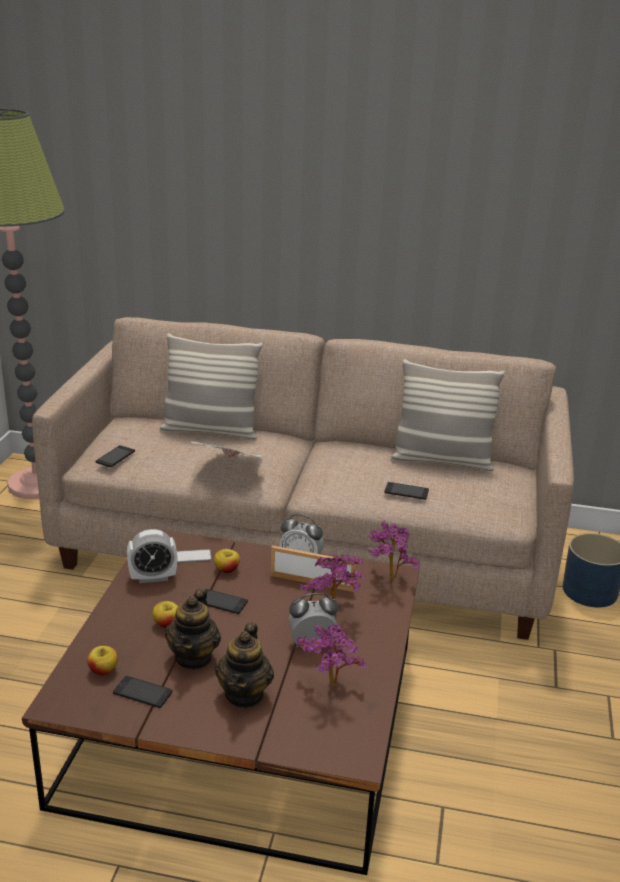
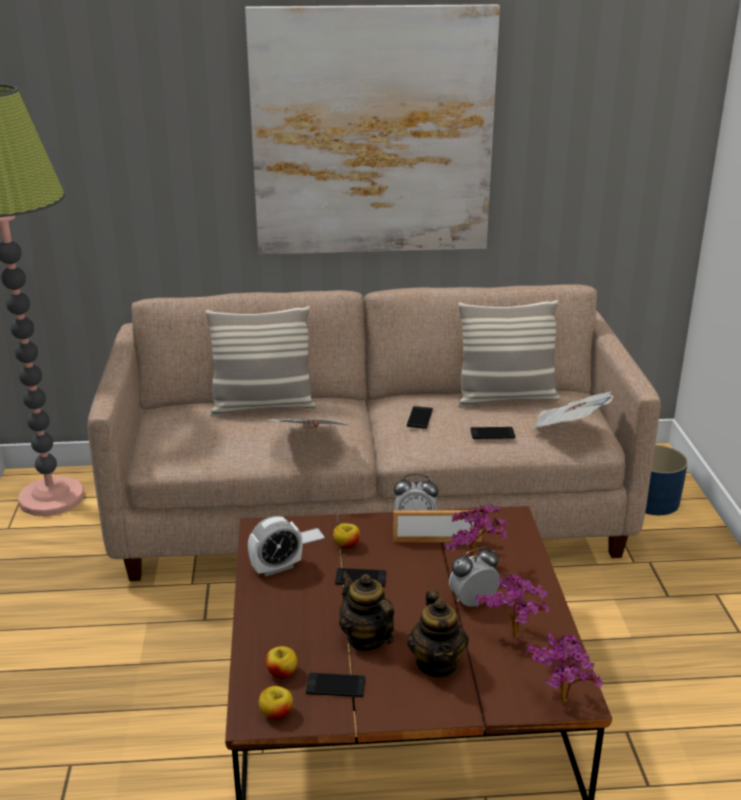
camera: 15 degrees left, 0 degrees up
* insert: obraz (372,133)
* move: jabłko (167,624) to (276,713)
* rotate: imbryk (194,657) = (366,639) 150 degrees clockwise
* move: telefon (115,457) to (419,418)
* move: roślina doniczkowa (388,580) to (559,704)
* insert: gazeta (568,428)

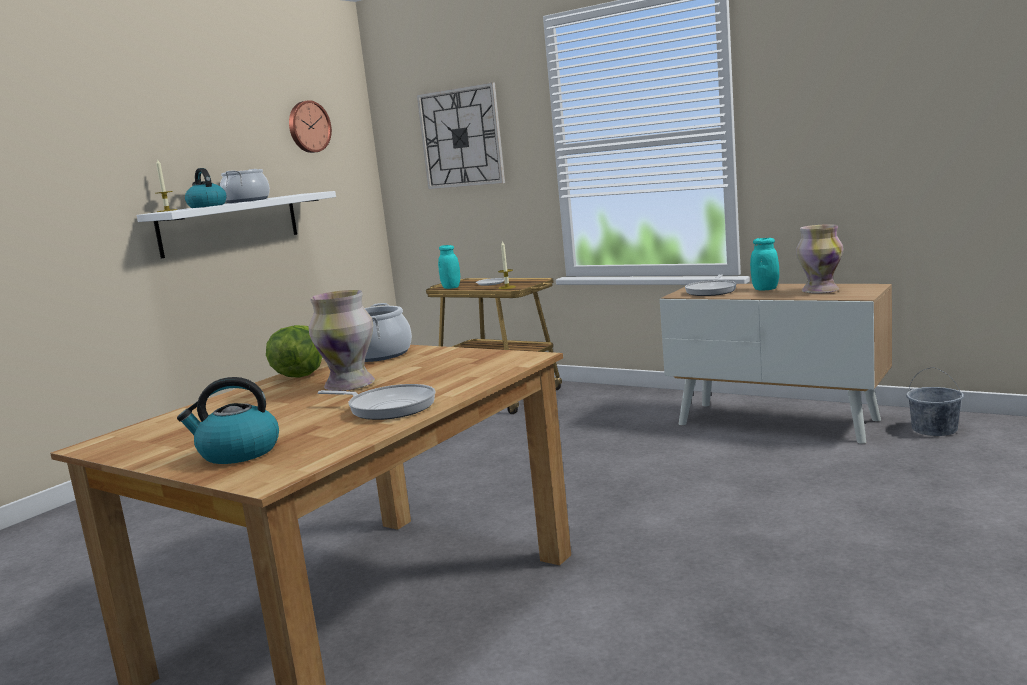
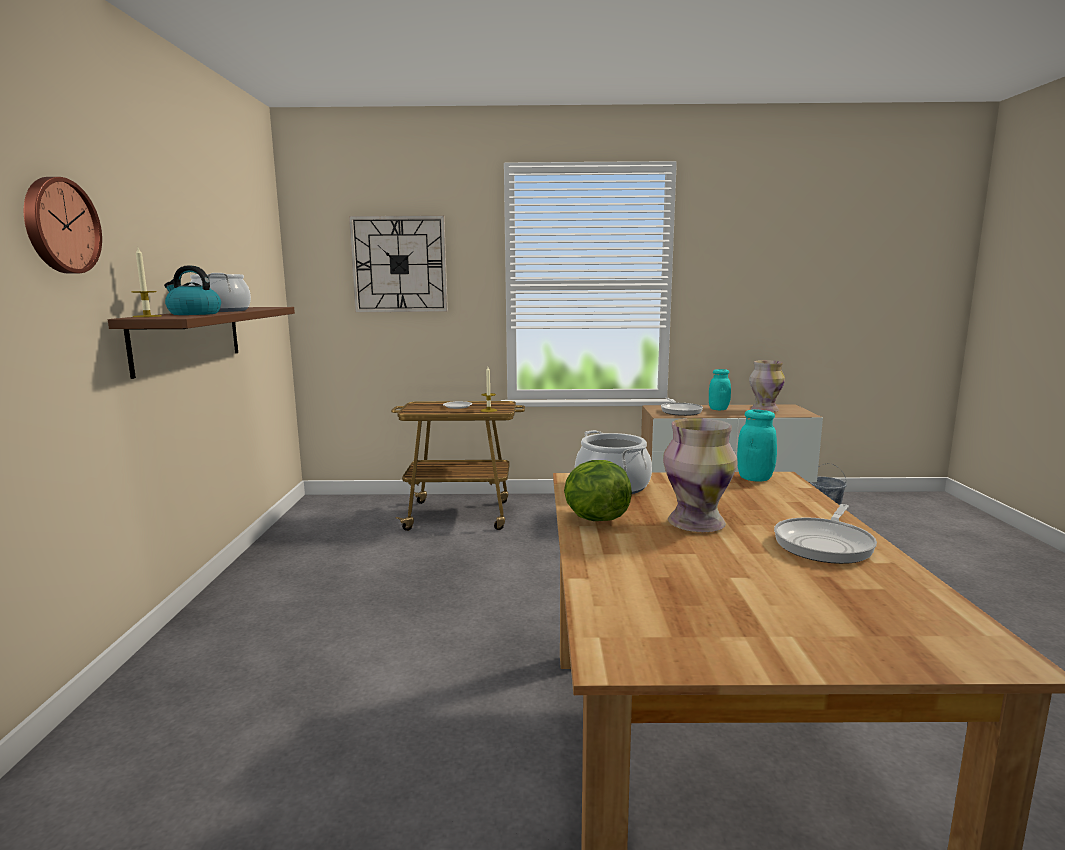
camera: 35 degrees left, 0 degrees up
* move: zegar ścienny (308,127) to (59,226)
* recolor: półka/biały (230,224) to półka/brązowy (188,338)
* move: słoik/turkusowy (451,287) to (755,478)
* rotate: patelnia (388,407) = (825,544) 135 degrees clockwise
* delete: czajnik (238,453)

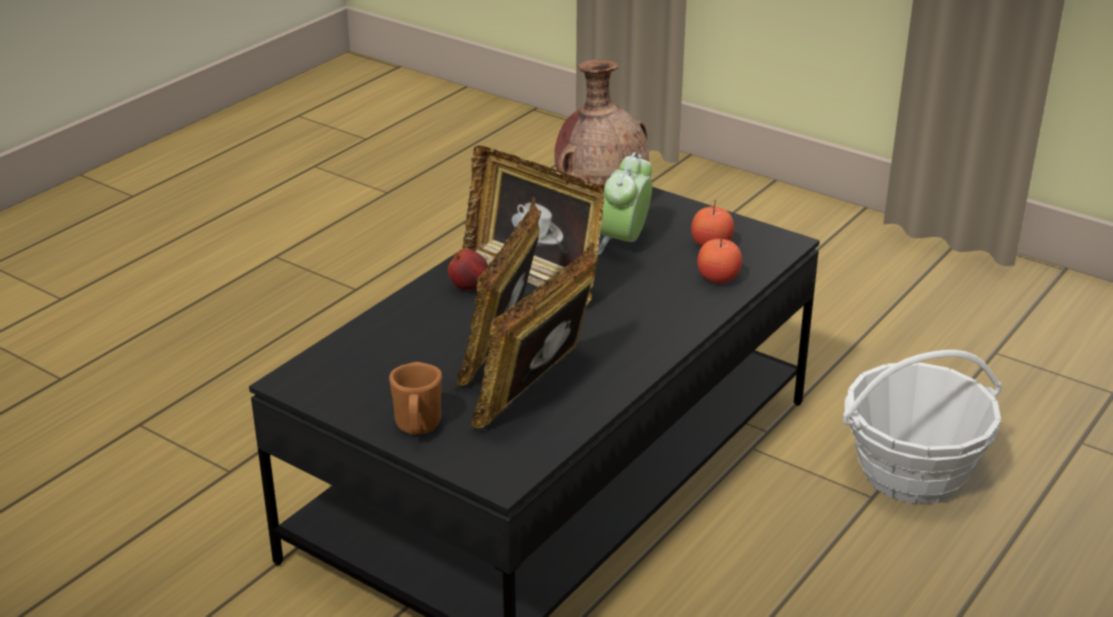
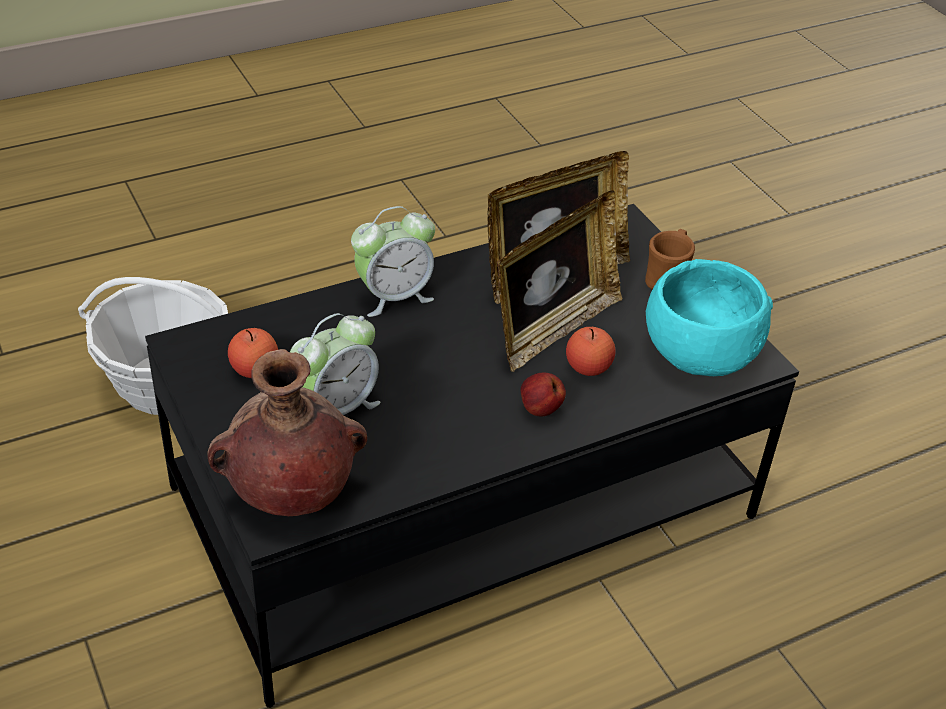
camera: 155 degrees left, 10 degrees up
* insert: budzik (394,296)
* move: jabłko (718,278) to (588,367)
* insert: miska/turkusowy (698,353)
* delete: ramka na zdjęcie (534,276)

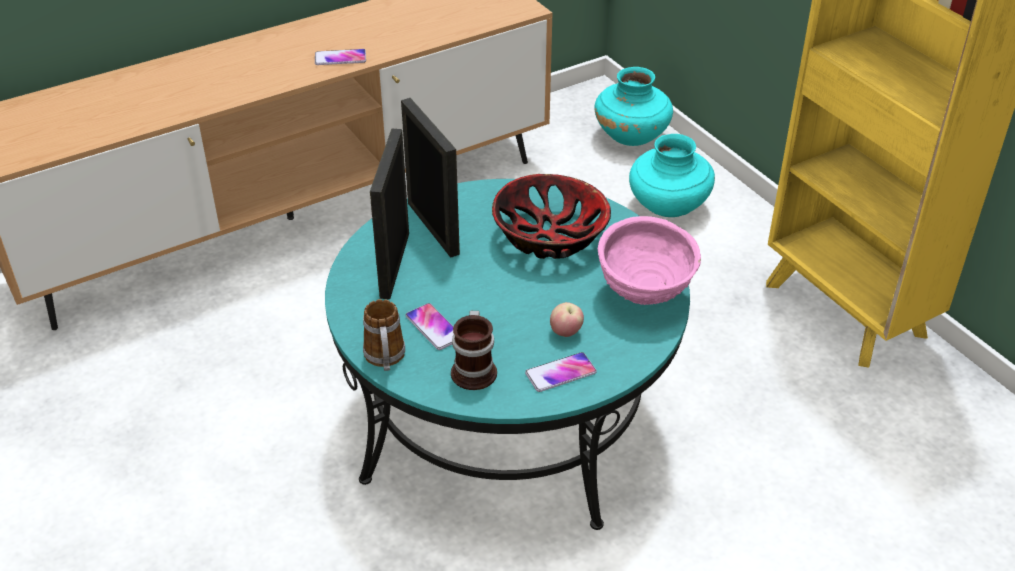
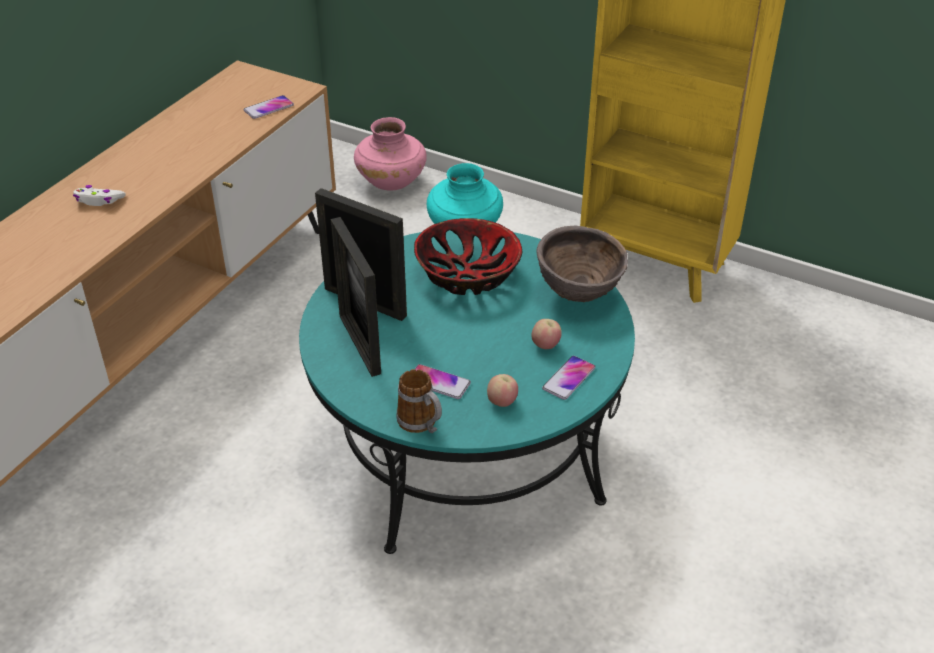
camera: 30 degrees left, 0 degrees up
* insert: pad do gier/biały (99,200)
* move: telefon (340,58) to (268,108)
* recolor: wazon/turkusowy (631,137) to wazon/różowy (391,182)
* replace: kubek (476,369) to jabłko (502,402)
* recolor: miska/różowy (644,295) to miska/brązowy (578,294)

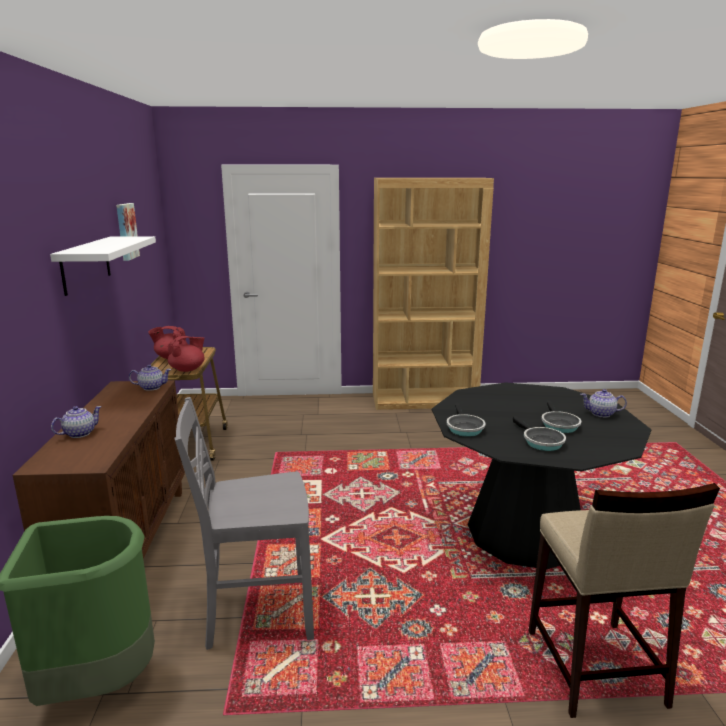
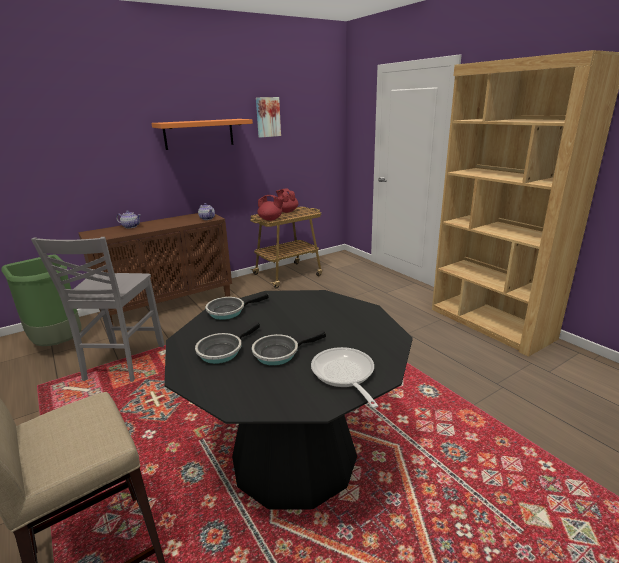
camera: 60 degrees right, 5 degrees up
* rotate: krzesło/szary (256,613) = (122,363) 135 degrees counterclockwise
* recolor: półka/biały (86,264) to półka/pomarańczowy (199,134)
* replace: imbryk (601,414) to patelnia (344,375)

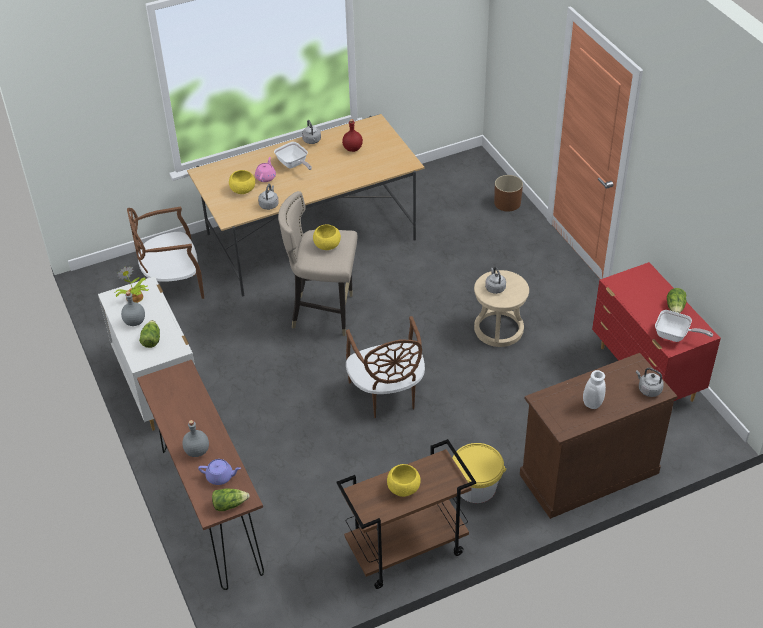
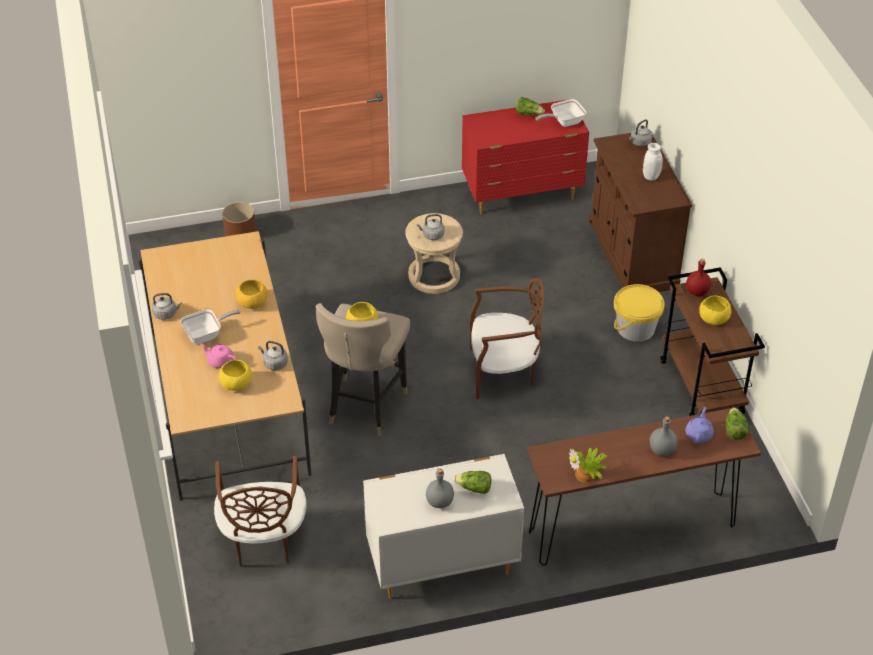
camera: 80 degrees left, 0 degrees up
* insert: miska/żółty (252,303)
* rotate: patelnia (675,336) = (563,122) 150 degrees counterclockwise
* move: roślina doniczkowa (134,298) to (587,474)
* move: butelka/czerwony (352,149) to (697,292)

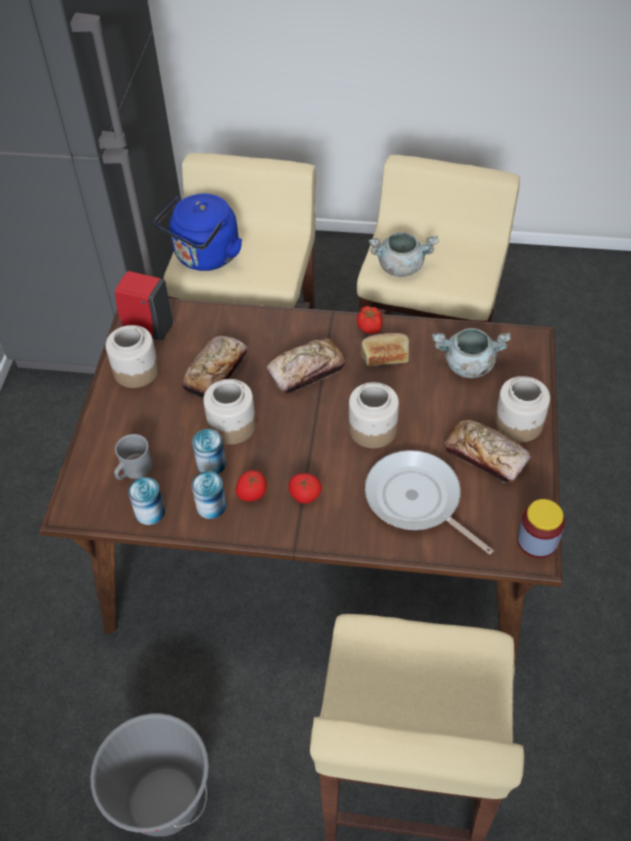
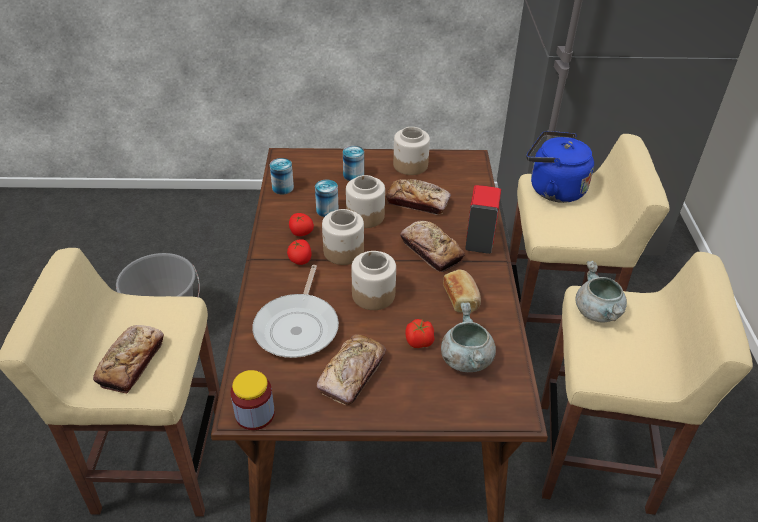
camera: 80 degrees right, 10 degrees down
* insert: chleb (131,362)
* rotate: patelnia (416,500) = (298,327) 150 degrees clockwise
* move: słoik (519,423) to (343,252)
* move: puszka (211,506) to (353,175)
* move: pomidor (370,328) to (419,342)
* move: dozownik mydła/czerwony (147,329) to (479,241)
* delete: kubek/szary (133,470)

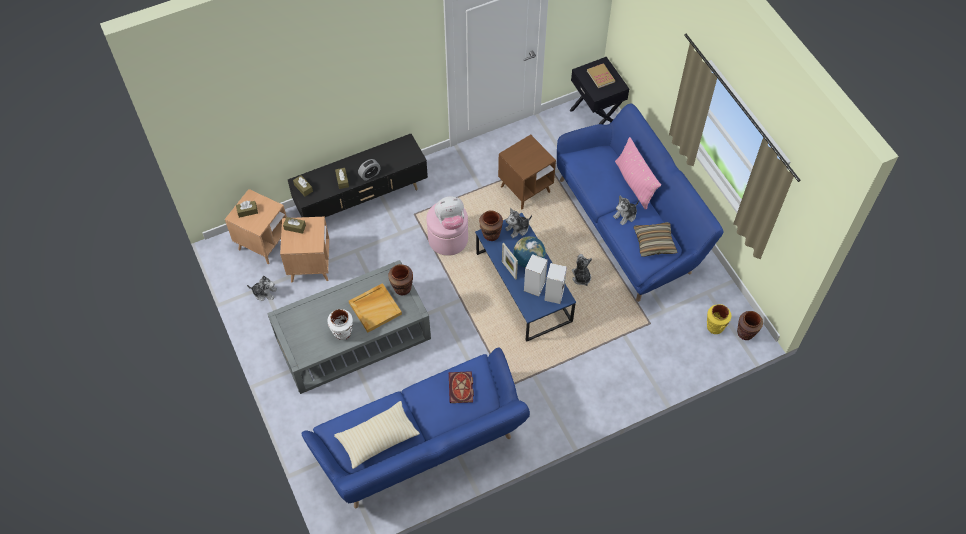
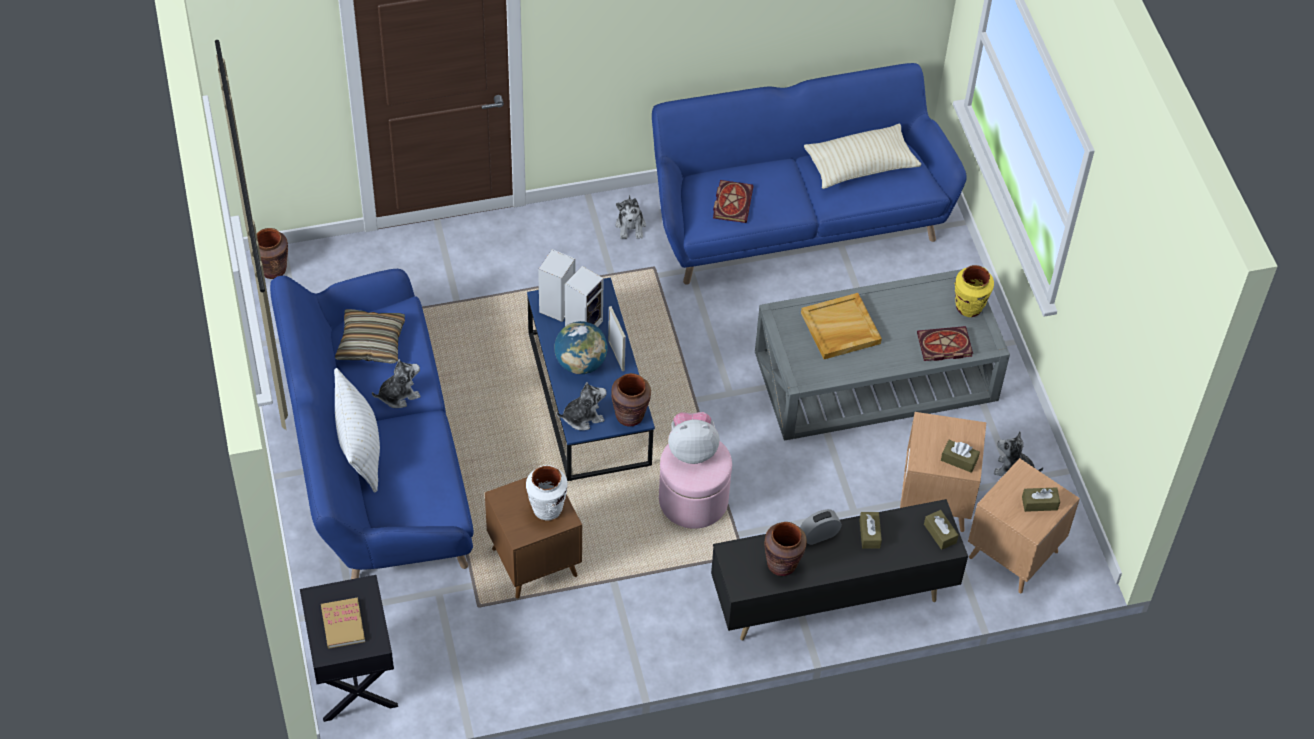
camera: 170 degrees left, 5 degrees down
* recolor: poduszka/różowy (634,183) to poduszka/biały (359,446)
* move: wazon/biały (342,333) to (547,508)
* move: pluszak (581,277) to (630,226)
* move: wazon/brązowy (402,288) to (782,564)
* insert: książka (943,346)
* move: wazon/żółty (714,327) to (969,307)

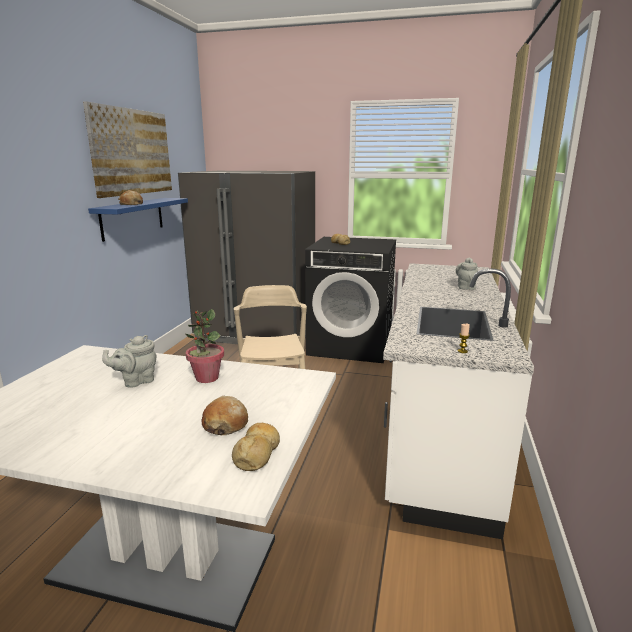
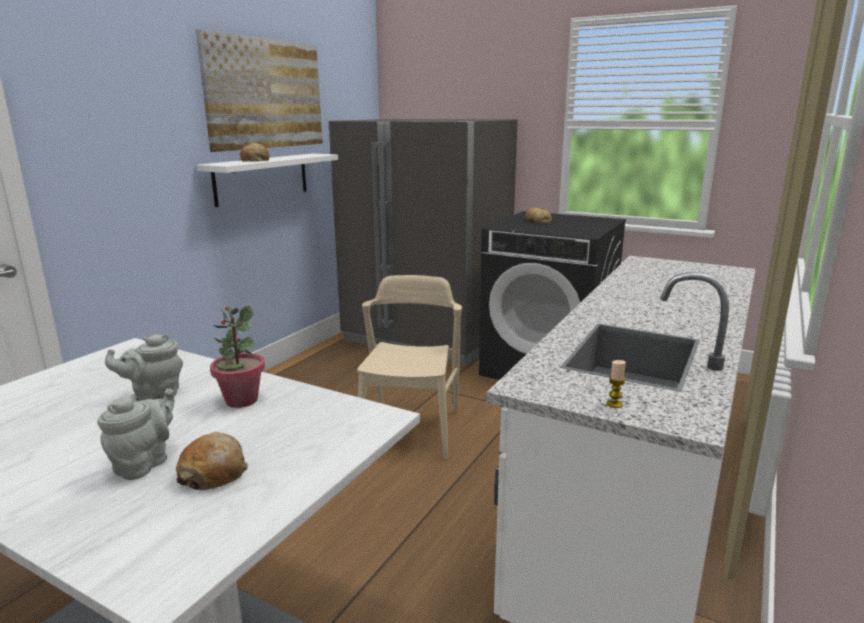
camera: 15 degrees right, 0 degrees up
* move: imbryk/szary (465,287) to (145,463)
* recolor: półka/niebieski (132,218) to półka/biały (262,178)
* delete: chleb (257,453)

